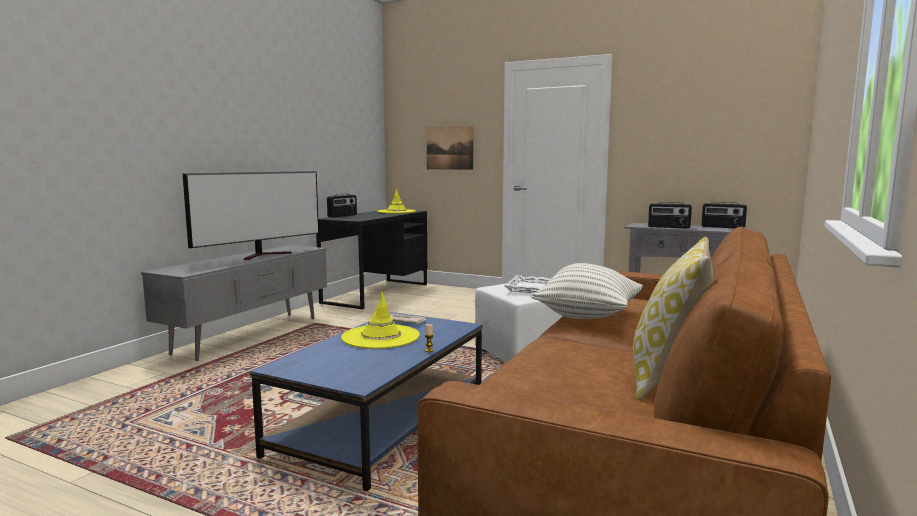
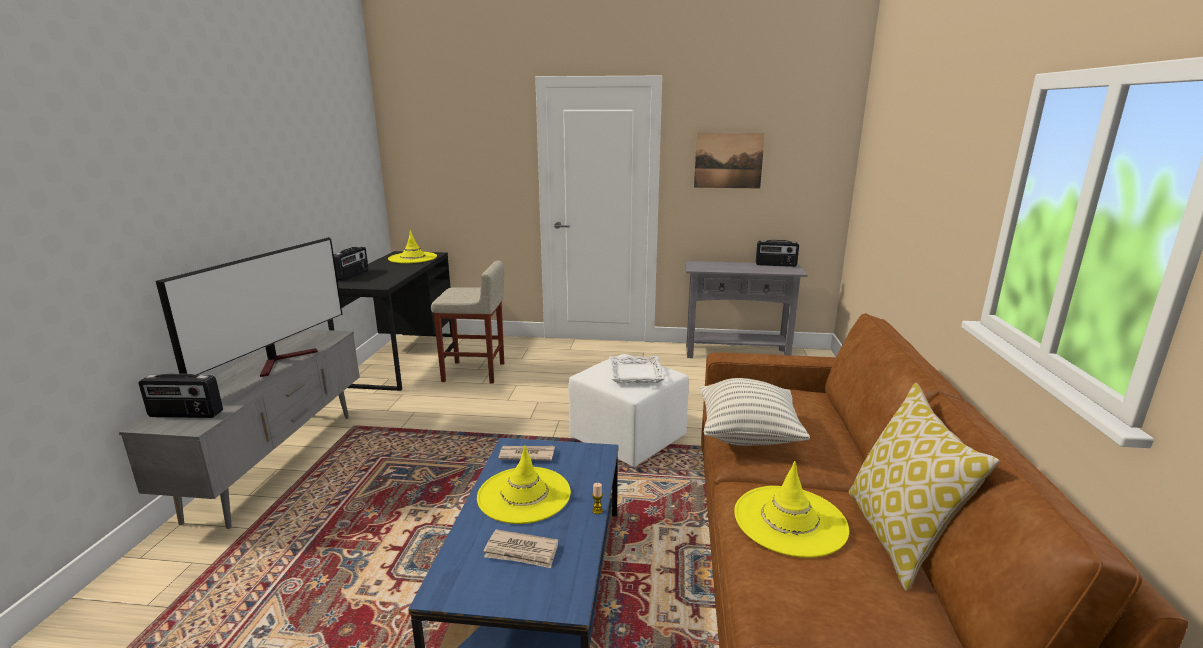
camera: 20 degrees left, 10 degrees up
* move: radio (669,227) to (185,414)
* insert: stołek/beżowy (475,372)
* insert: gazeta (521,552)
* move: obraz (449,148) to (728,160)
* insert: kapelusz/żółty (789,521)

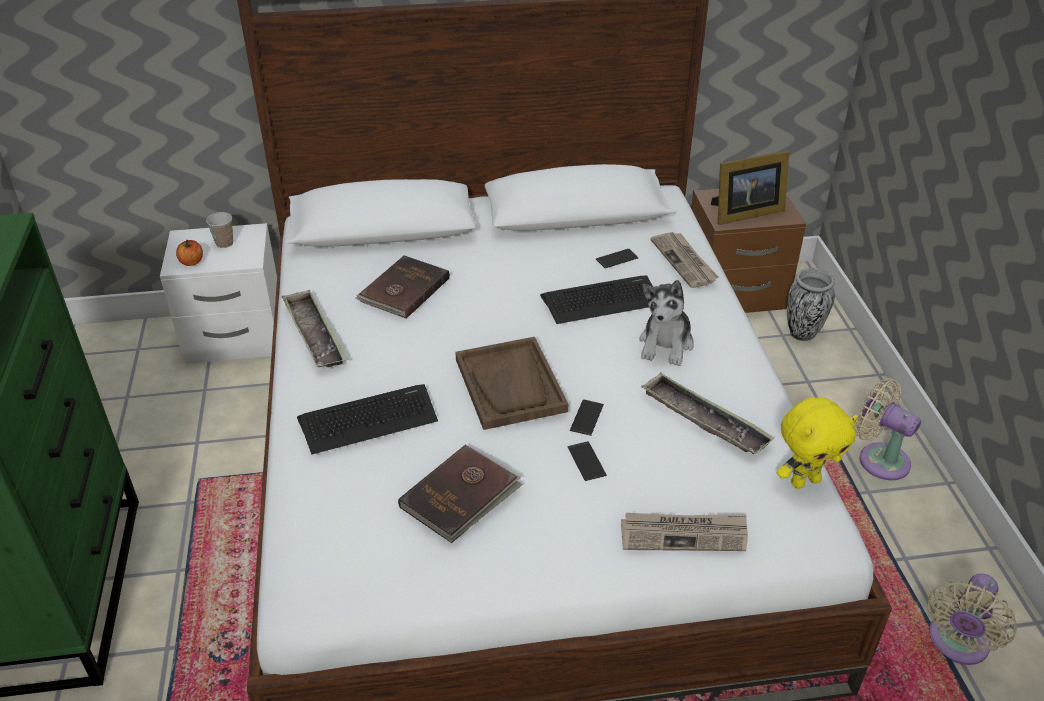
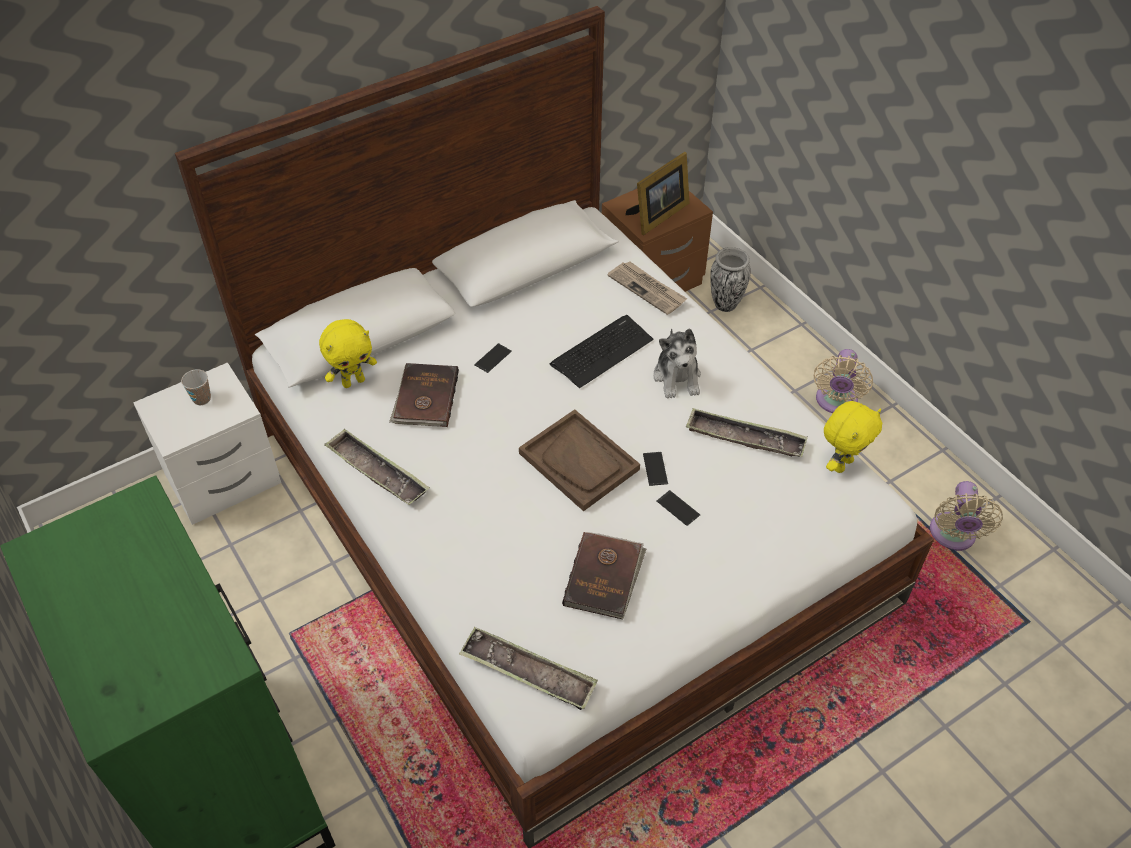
camera: 25 degrees left, 10 degrees up
* insert: pluszak/żółty (353,381)
* insert: taca (528,673)
* move: telefon (617,259) to (493,358)
* rotate: wentylator/beżowy (879,459) = (835,402) 90 degrees counterclockwise
* delete: jabłko (192,262)
* delete: klawiatura (368,419)
* delete: gazeta (684,534)

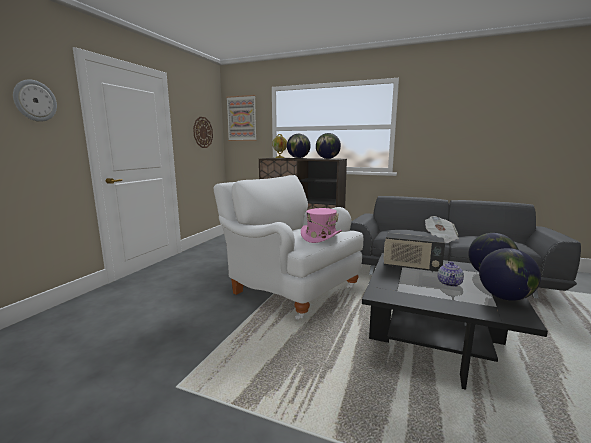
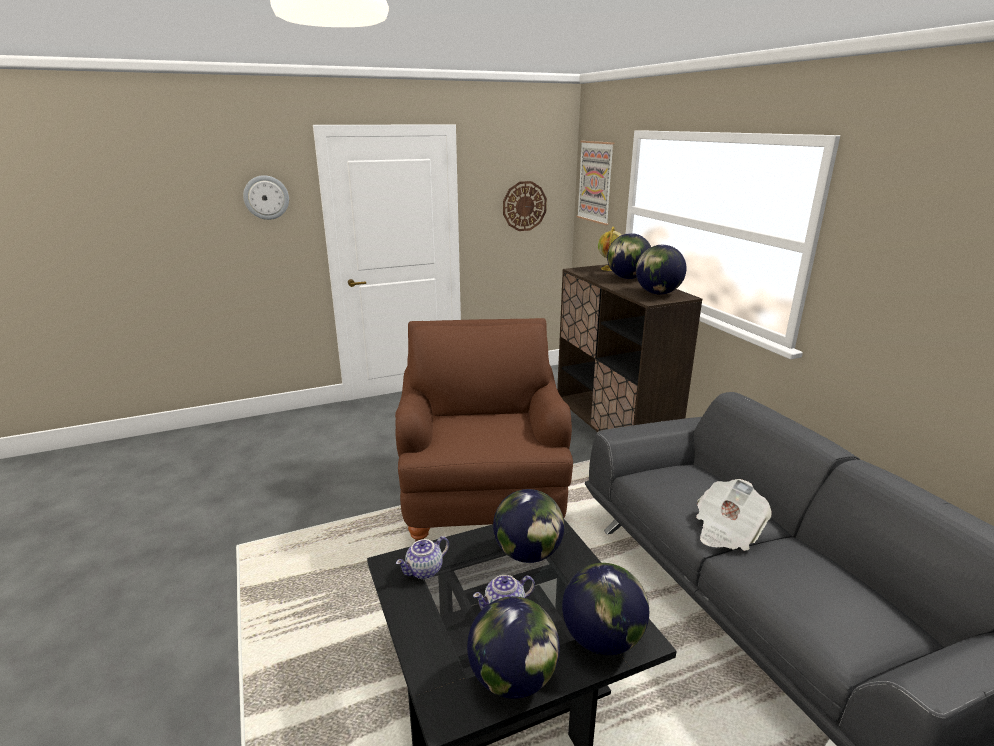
camera: 45 degrees right, 10 degrees up
* recolor: fotel/biały (289,288) to fotel/brązowy (482,496)
* insert: imbryk (424,571)
* replace: radio (411,267) to globus (528,554)
* delete: kapelusz/różowy (320,237)

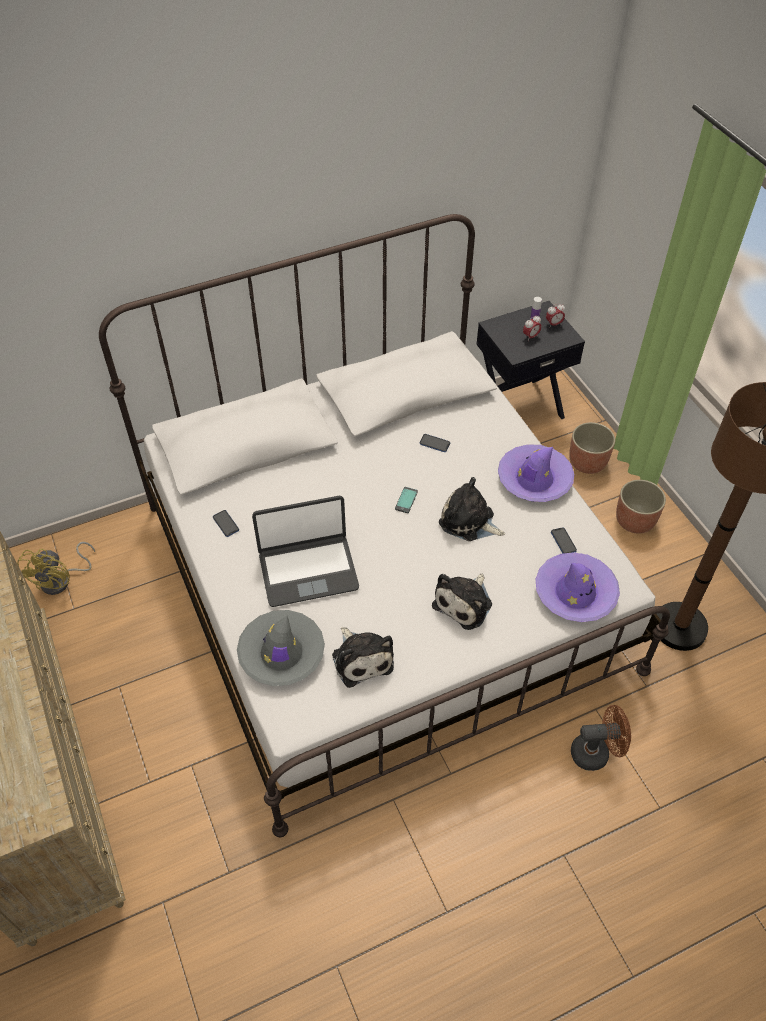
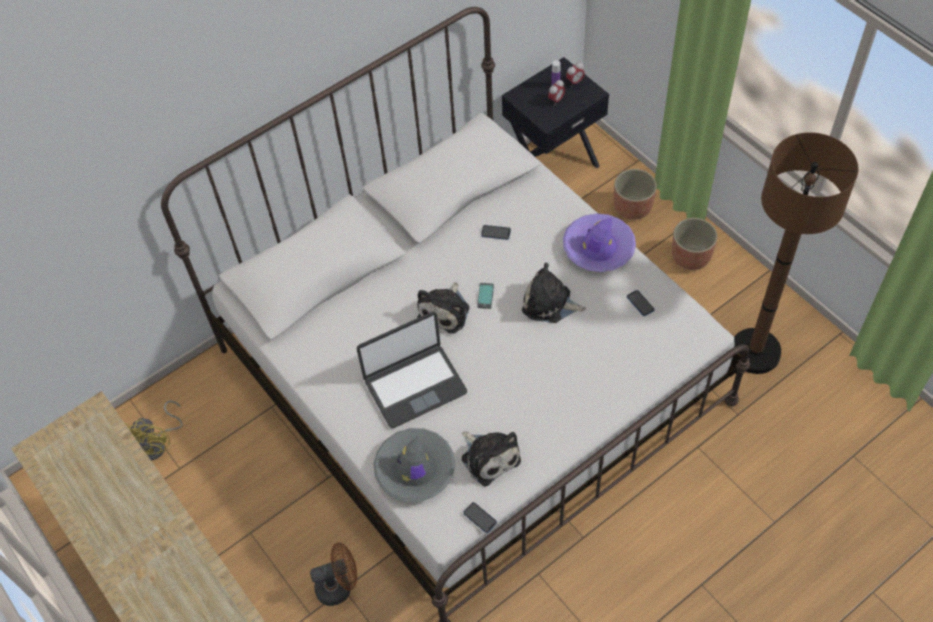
camera: 10 degrees left, 5 degrees up
* move: wentylator/brązowy (596,752) to (339,586)
* move: pluszak (465,603) to (445,311)
* move: telefon (226,524) to (480,518)
* delete: kapelusz/fioletowy (575,592)

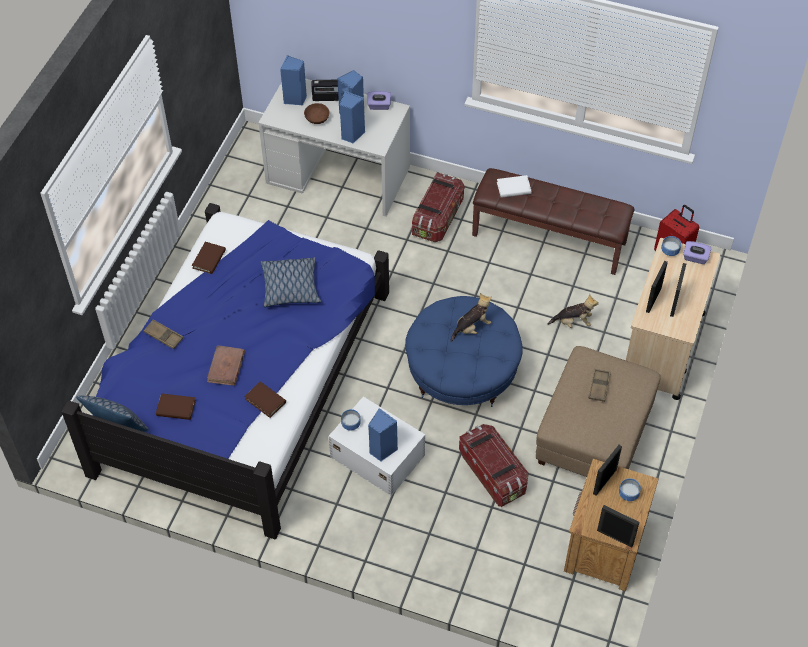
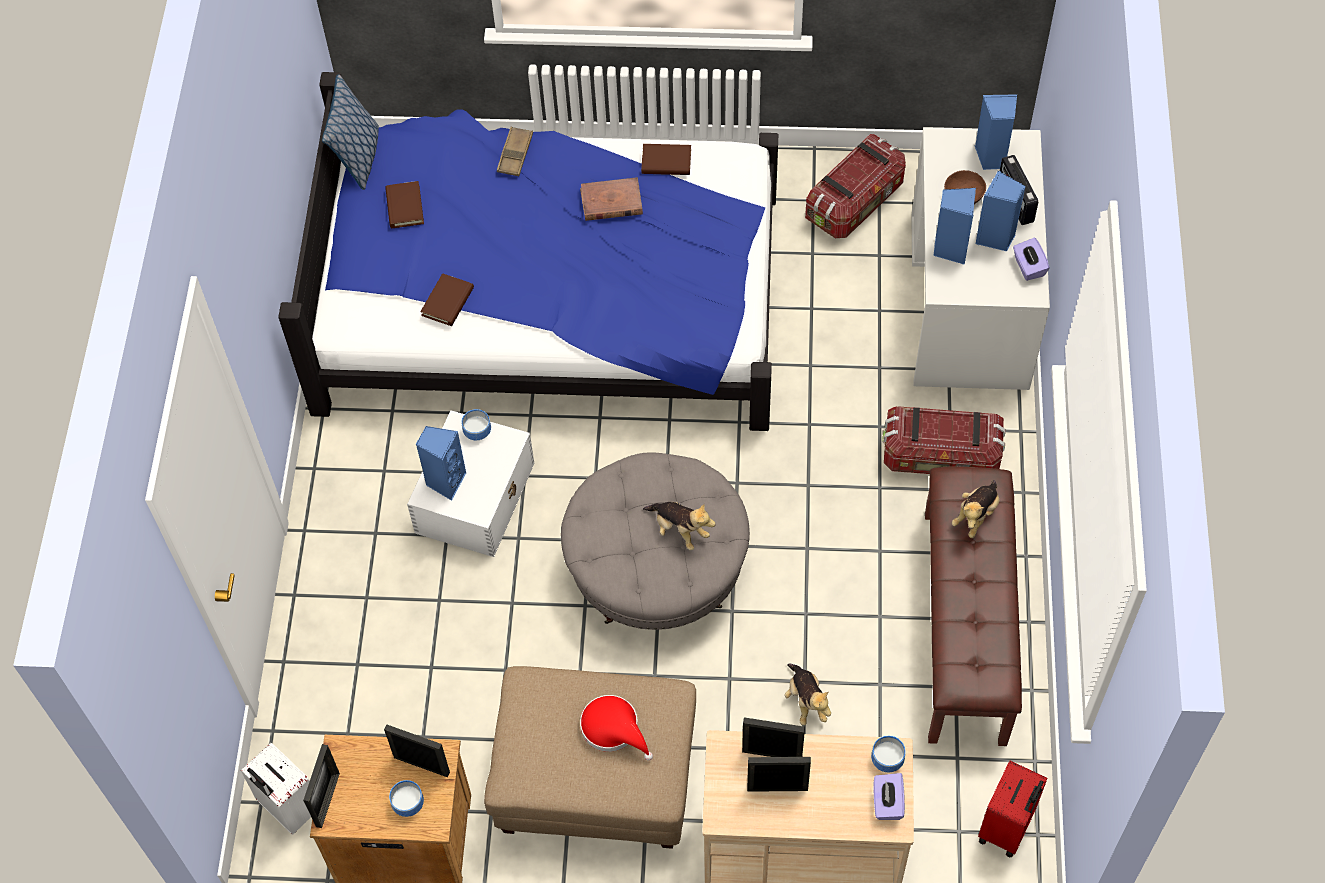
camera: 75 degrees right, 5 degrees up
* insert: walizka/biały (288,808)
* recolor: pufa/niebieski (462,371) to pufa/szary (656,567)
* move: książka/brązowy (226,367) to (611,202)
* replace: taca/brązowy (599,387) to kapelusz/czerwony (614,729)
* move: pojemnik do przechowywania (493,473) to (855,202)
* replace: książka/biały (513,188) to pluszak (976,515)
* delete: poduszka (291,287)

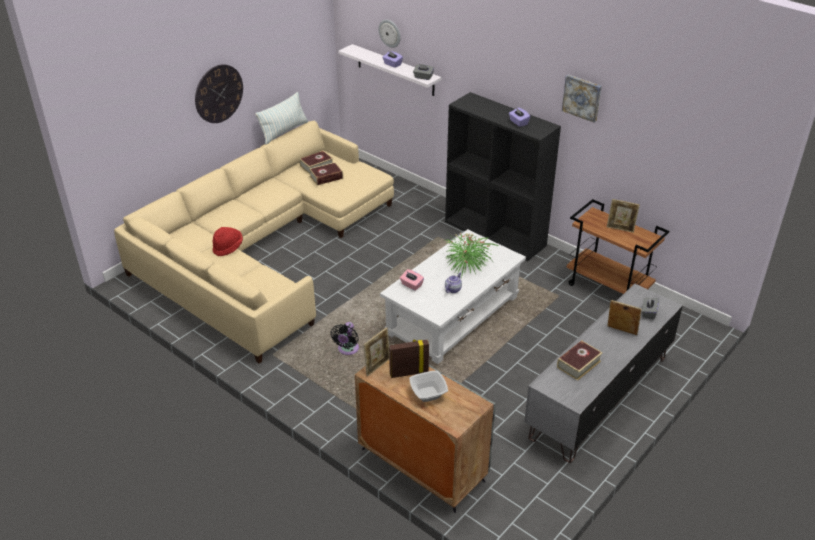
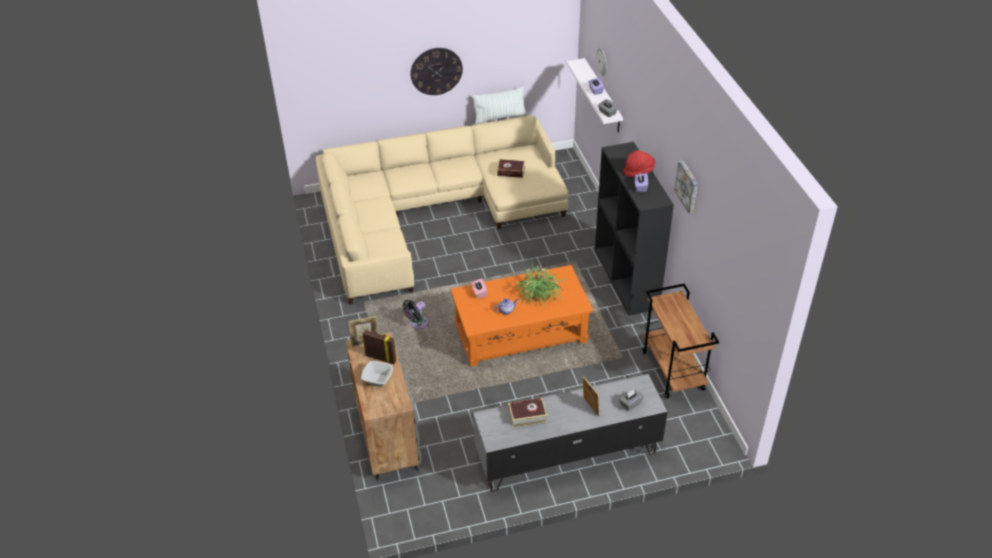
camera: 35 degrees right, 5 degrees up
* recolor: ława/biały (453,315) to ława/pomarańczowy (521,333)
* move: kapelusz/czerwony (228,247) to (638,171)
* delete: książka (316,166)
* delete: ramka na zdjęcie (620,229)

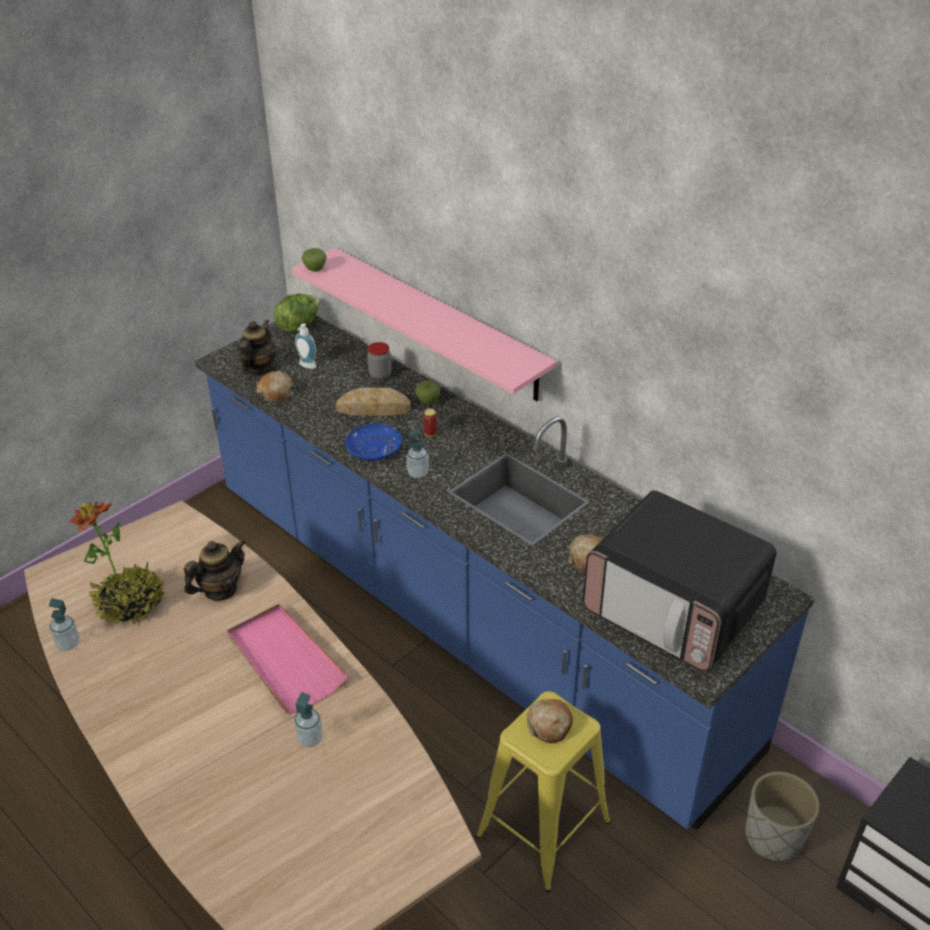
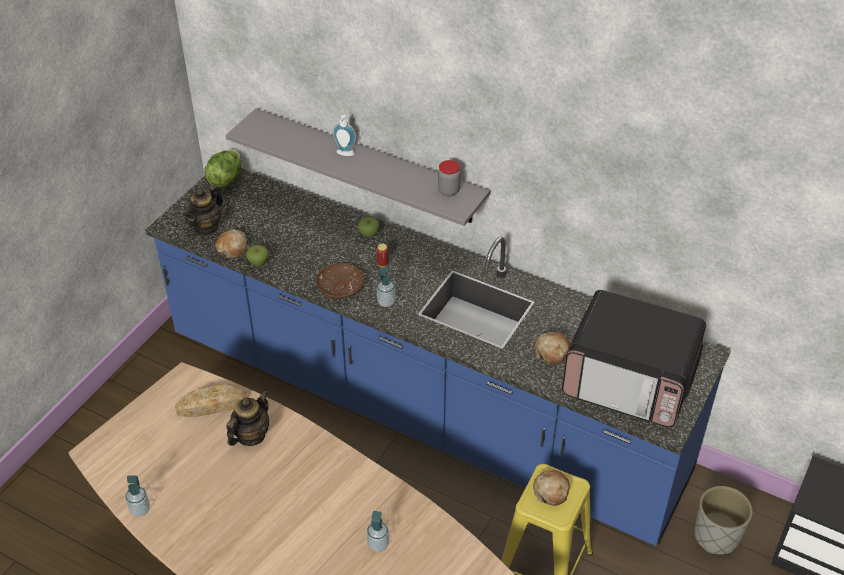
camera: 15 degrees left, 5 degrees up
* move: chleb (373,408) to (212,405)
* rotate: imbryk (258,368) = (207,227) 150 degrees counterclockwise
* recolor: półka/różowy (438,323) to półka/szary (368,166)
* move: jabłko (315,269) to (258,263)
* recolor: talerz/niebieski (373,449) to talerz/brązowy (340,286)
* move: dozownik mydła (306,366) to (344,154)
* move: słoik (380,374) to (448,191)
* delete: roślina doniczkowa (130,604)
* delete: taca/różowy (285,661)

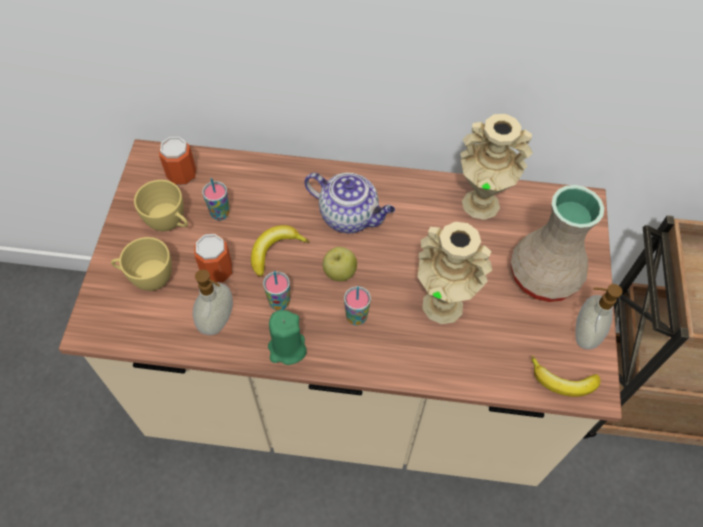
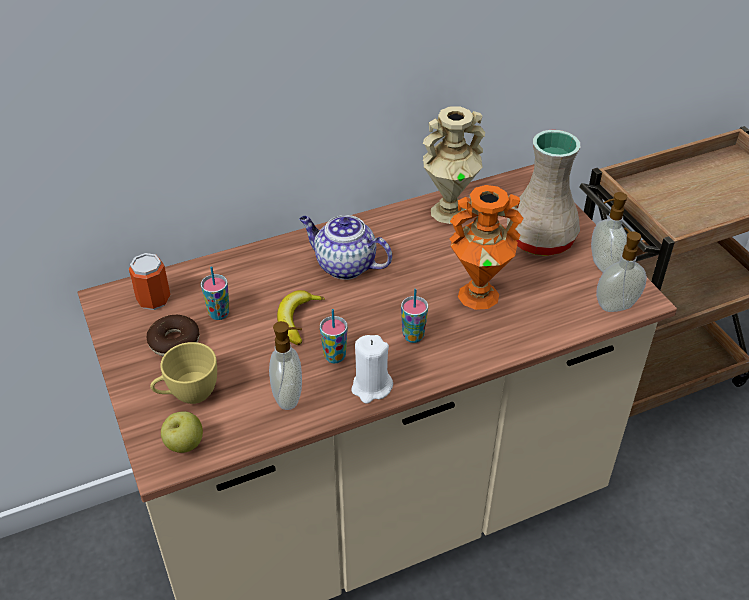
camera: 30 degrees left, 15 degrees down
* replace: filiżanka/żółty (170,223) to donut (174,342)
* move: jabłko (339,273) to (184,445)
* rotate: imbryk (350,216) = (344,265) 150 degrees counterclockwise
* recolor: świeca/zielony (287,349) to świeca/biały (371,387)
* recolor: wazon/beżowy (443,305) to wazon/pomarańczowy (478,294)
* replace: banan (562,382) to dozownik mydła (615,304)
* delete: puszka (217,271)

